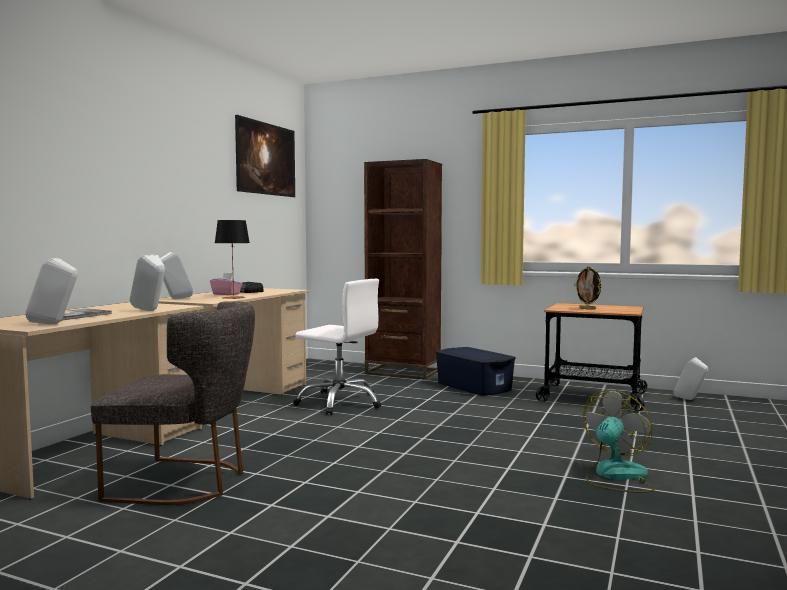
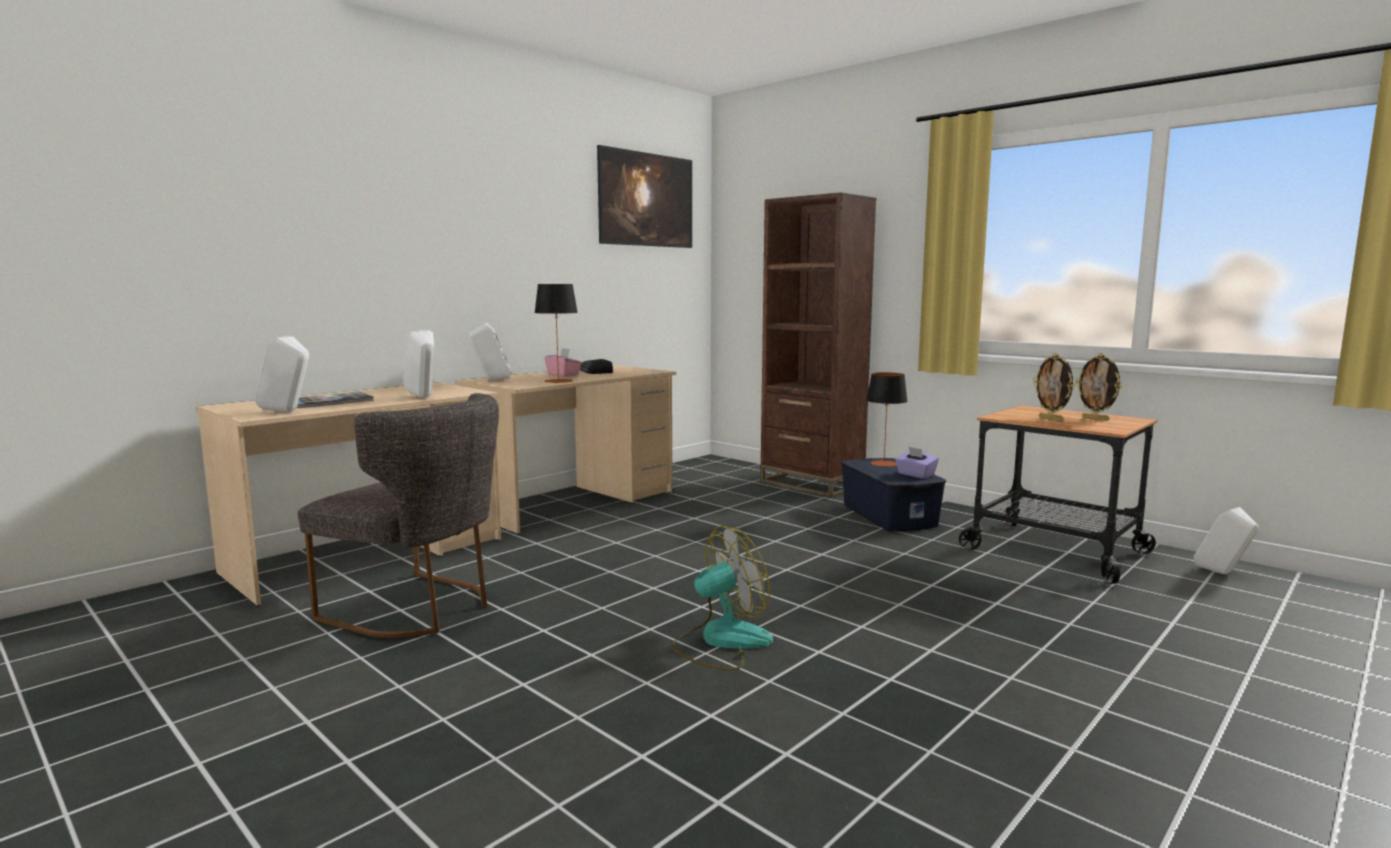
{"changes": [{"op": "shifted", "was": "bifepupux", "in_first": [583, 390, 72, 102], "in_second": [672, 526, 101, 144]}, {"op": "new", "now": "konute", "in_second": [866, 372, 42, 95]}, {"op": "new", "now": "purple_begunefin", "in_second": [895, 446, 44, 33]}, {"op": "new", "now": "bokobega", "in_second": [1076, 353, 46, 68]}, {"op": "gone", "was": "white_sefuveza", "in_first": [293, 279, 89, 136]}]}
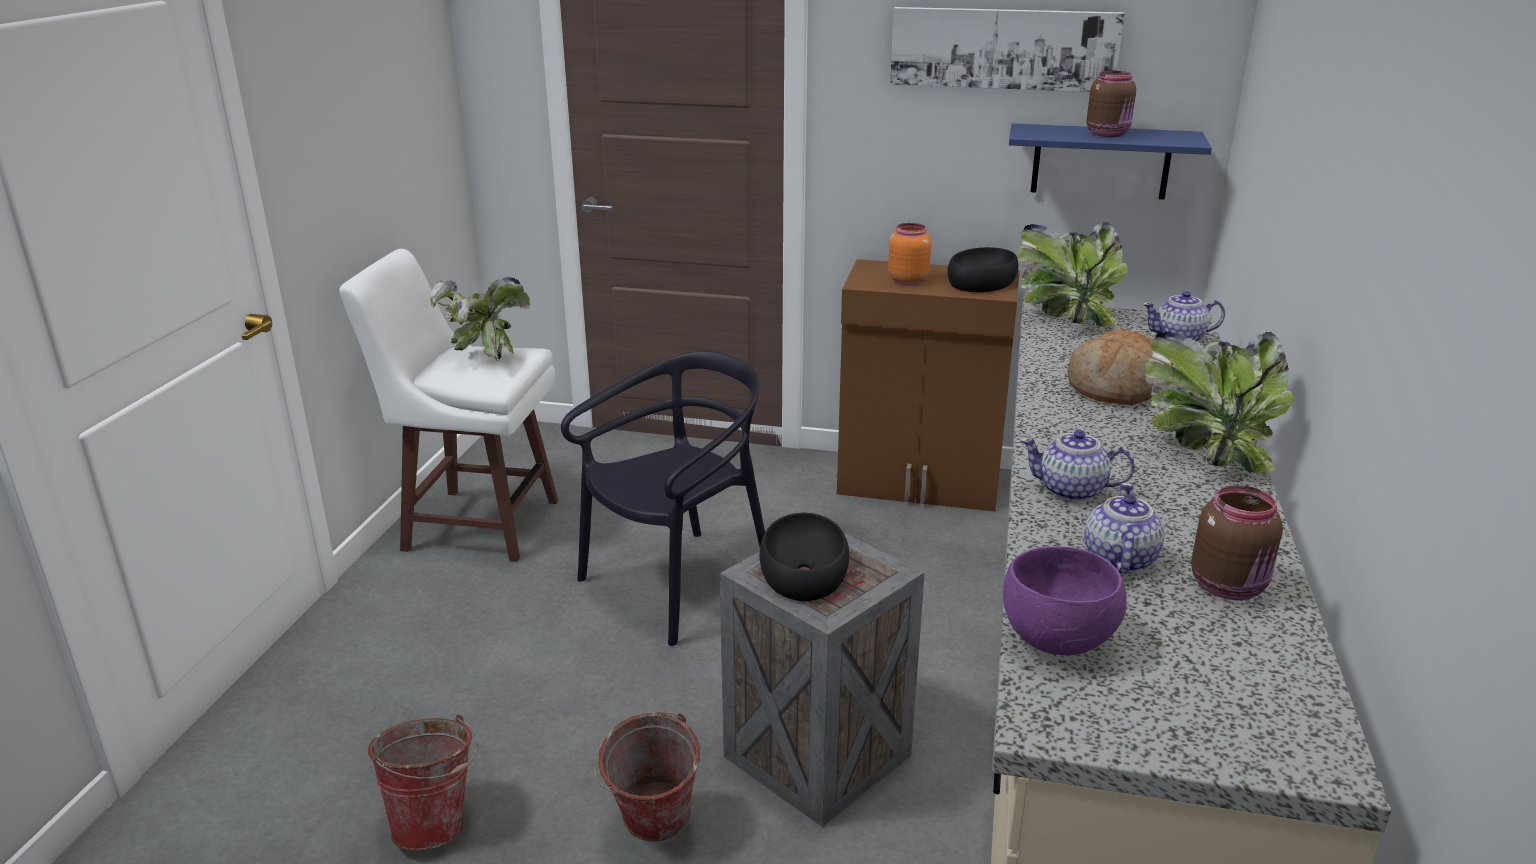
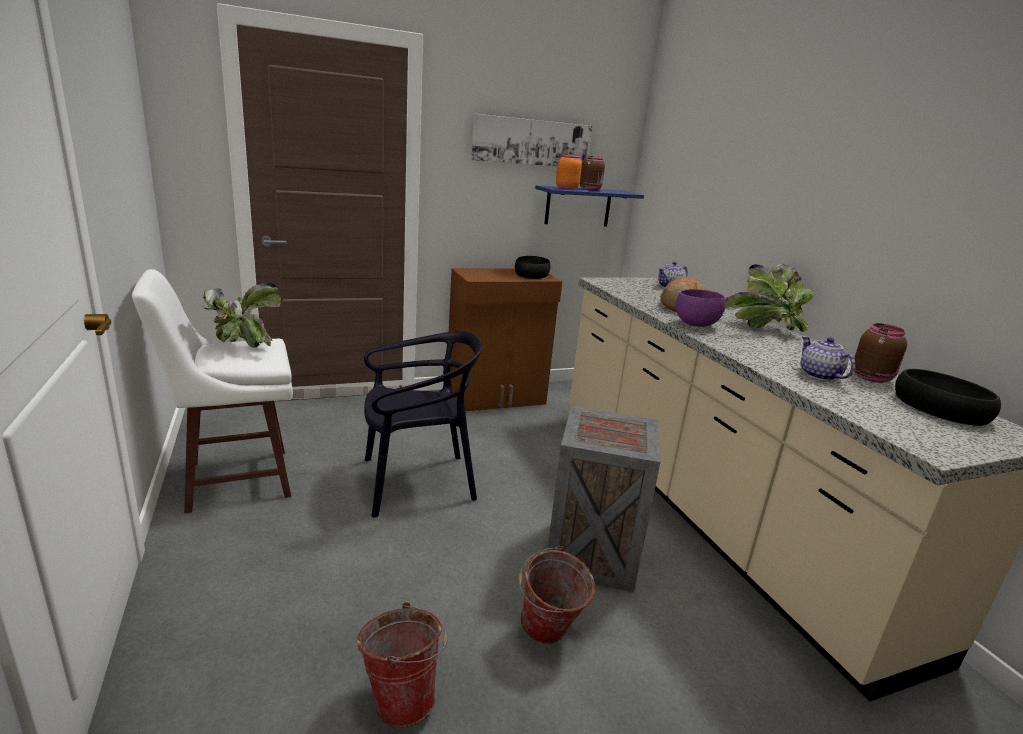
{"changes": [{"op": "rotated", "was": "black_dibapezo", "in_first": [561, 351, 204, 295], "in_second": [364, 331, 118, 186], "clockwise": 60}, {"op": "shifted", "was": "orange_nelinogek", "in_first": [888, 223, 43, 62], "in_second": [556, 154, 26, 36]}, {"op": "shifted", "was": "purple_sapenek", "in_first": [1003, 546, 124, 109], "in_second": [676, 289, 50, 38]}, {"op": "shifted", "was": "black_sapenek", "in_first": [760, 513, 89, 88], "in_second": [895, 369, 106, 57]}, {"op": "gone", "was": "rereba", "in_first": [1017, 222, 111, 105]}, {"op": "gone", "was": "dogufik", "in_first": [1020, 430, 115, 72]}]}
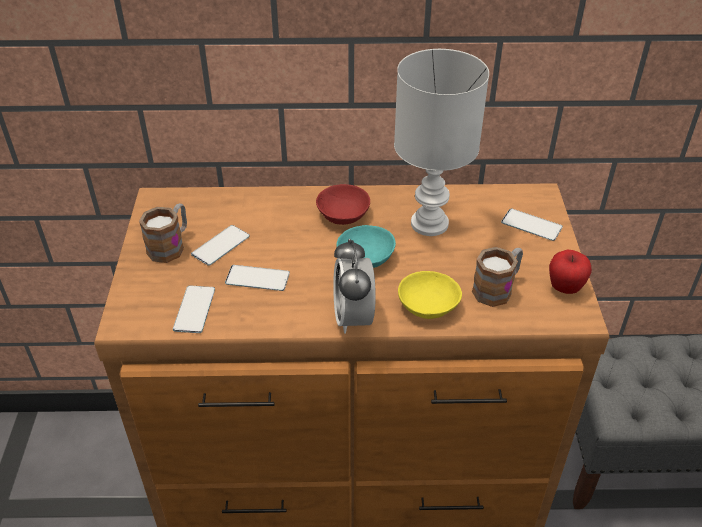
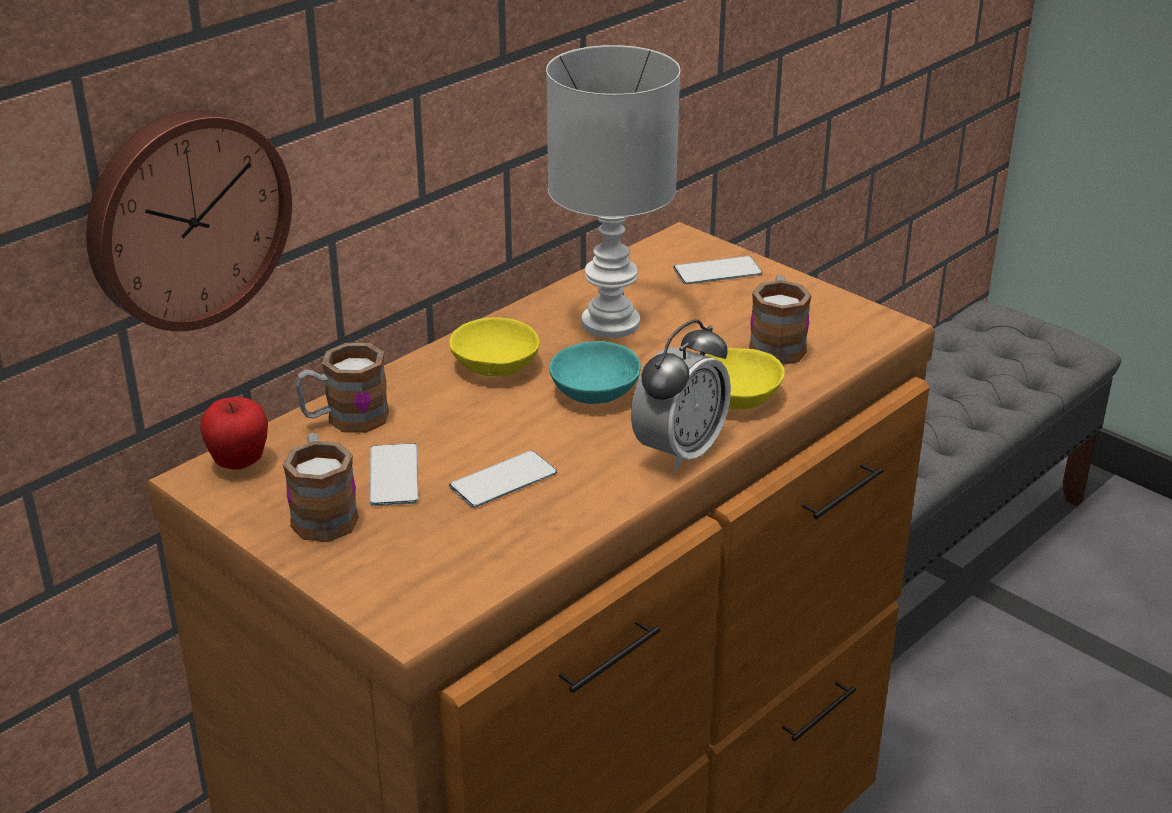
{"changes": [{"op": "new", "now": "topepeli", "in_second": [86, 110, 206, 221]}, {"op": "shifted", "was": "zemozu", "in_first": [549, 250, 43, 44], "in_second": [200, 397, 68, 73]}, {"op": "new", "now": "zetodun", "in_second": [296, 343, 93, 90]}, {"op": "repainted", "was": "red_sapenek", "now": "yellow_sapenek", "in_first": [316, 184, 54, 41], "in_second": [449, 317, 91, 59]}, {"op": "rotated", "was": "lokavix", "in_first": [333, 239, 43, 95], "in_second": [631, 319, 100, 153], "clockwise": -90}, {"op": "gone", "was": "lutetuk", "in_first": [173, 285, 42, 48]}]}
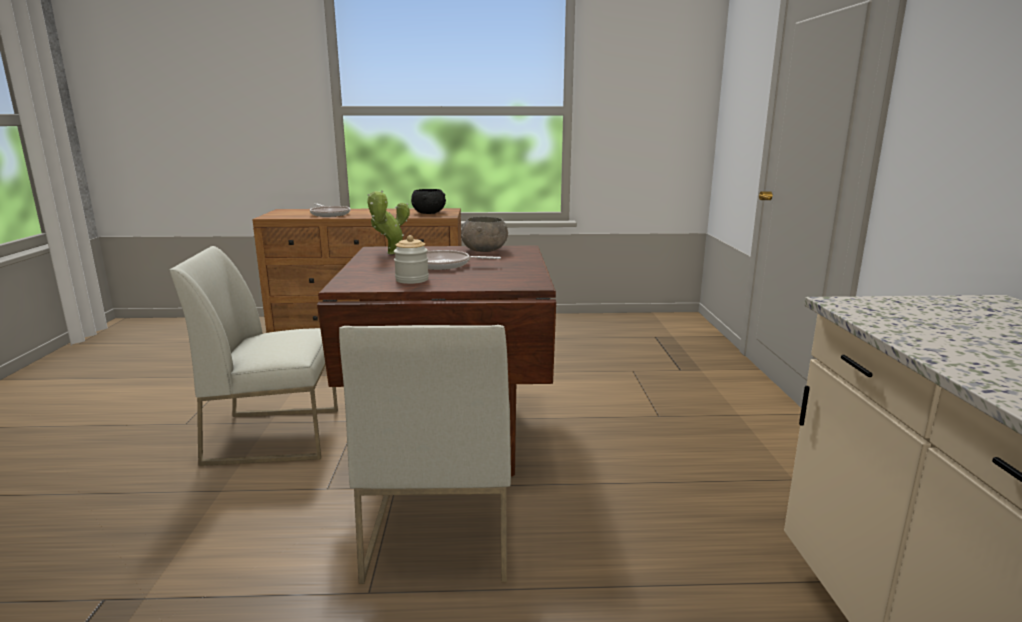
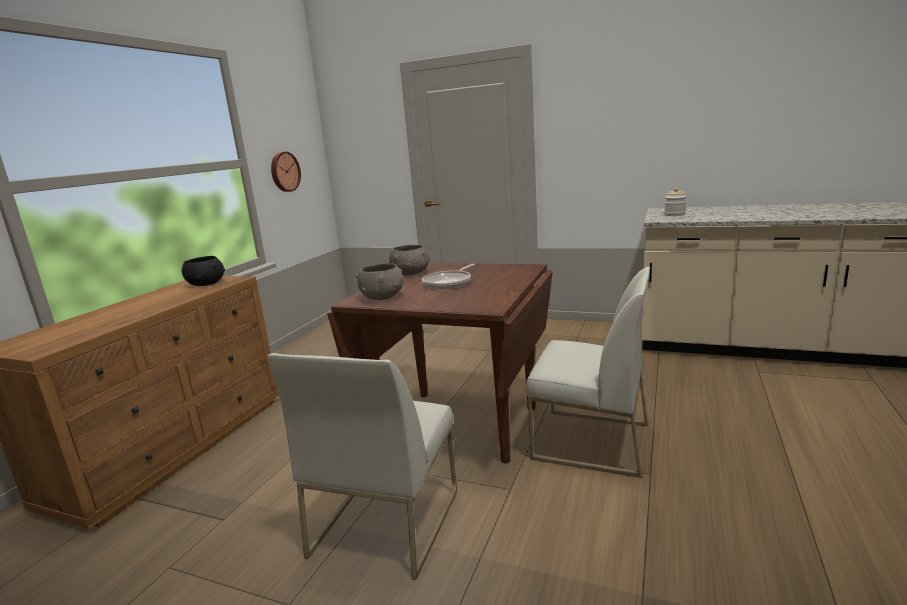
{"changes": [{"op": "new", "now": "topepeli", "in_second": [271, 152, 30, 40]}, {"op": "swapped", "was": "rereba", "now": "grey_sapenek", "in_first": [367, 190, 43, 64], "in_second": [356, 263, 48, 37]}, {"op": "shifted", "was": "nelinogek", "in_first": [394, 235, 35, 49], "in_second": [664, 188, 23, 28]}, {"op": "gone", "was": "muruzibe", "in_first": [310, 204, 40, 13]}]}
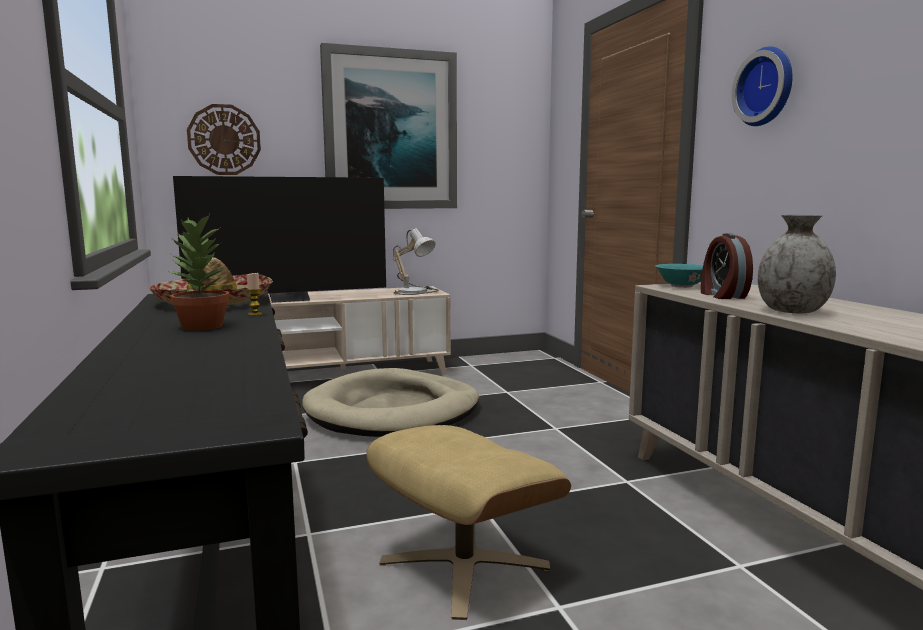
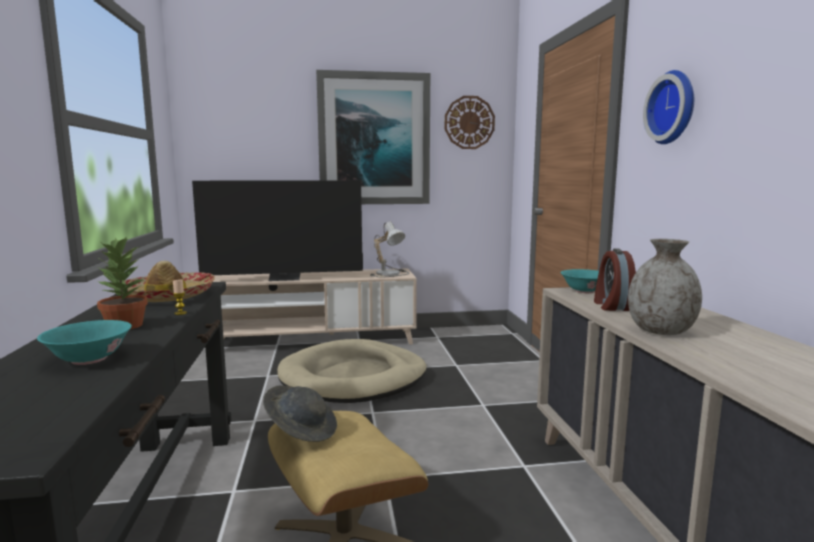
{"changes": [{"op": "new", "now": "turquoise_sapenek", "in_second": [37, 320, 95, 45]}, {"op": "new", "now": "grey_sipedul", "in_second": [263, 385, 74, 57]}, {"op": "shifted", "was": "topepeli", "in_first": [187, 104, 74, 71], "in_second": [445, 96, 50, 53]}]}
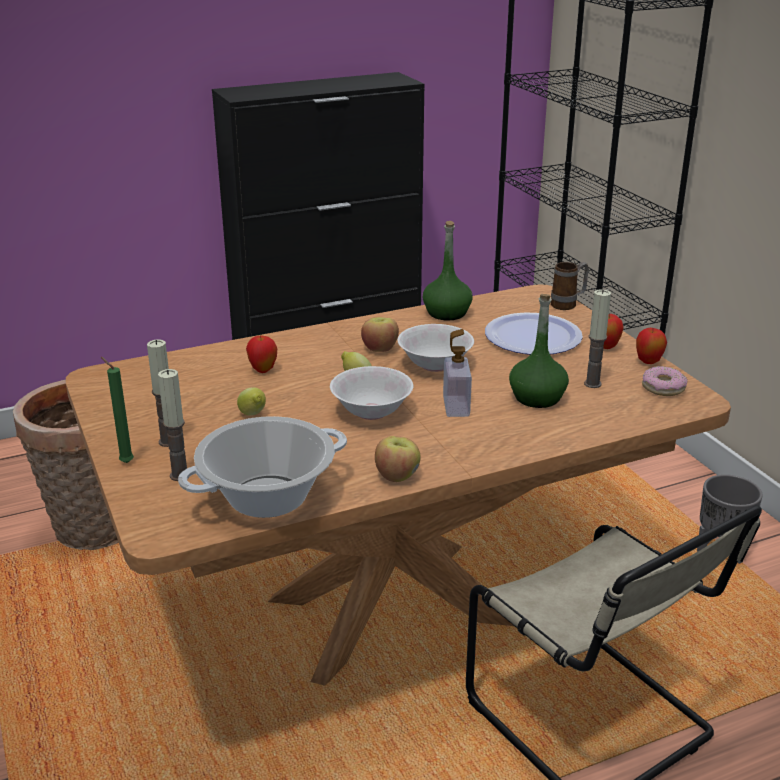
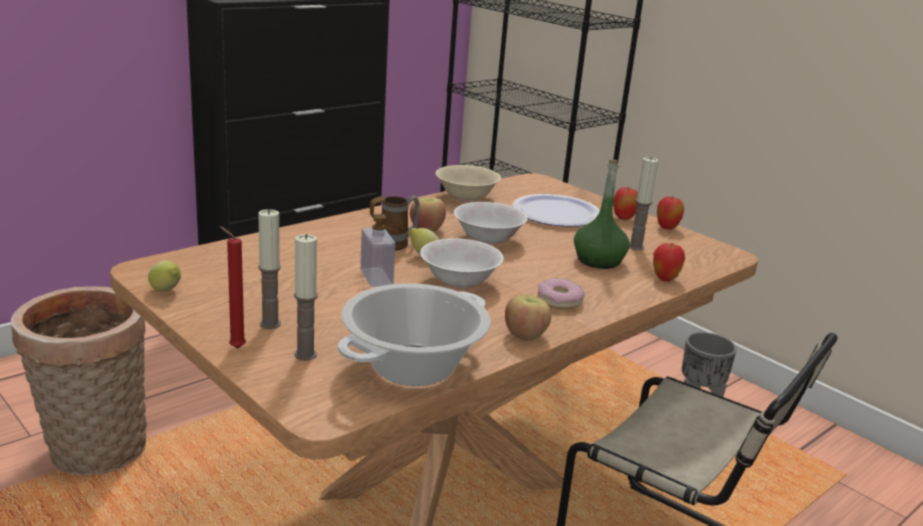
{"changes": [{"op": "shifted", "was": "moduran", "in_first": [237, 387, 29, 29], "in_second": [148, 260, 33, 32]}, {"op": "repainted", "was": "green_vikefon", "now": "red_vikefon", "in_first": [101, 357, 33, 106], "in_second": [219, 226, 27, 122]}, {"op": "shifted", "was": "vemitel", "in_first": [443, 329, 29, 88], "in_second": [360, 196, 35, 91]}, {"op": "shifted", "was": "zetodun", "in_first": [551, 262, 38, 48], "in_second": [382, 195, 38, 55]}, {"op": "swapped", "was": "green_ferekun", "now": "beige_sapenek", "in_first": [423, 221, 50, 99], "in_second": [436, 165, 65, 37]}, {"op": "shifted", "was": "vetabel", "in_first": [642, 366, 45, 30], "in_second": [537, 278, 48, 31]}, {"op": "shifted", "was": "zemozu", "in_first": [246, 336, 31, 37], "in_second": [653, 243, 32, 39]}]}
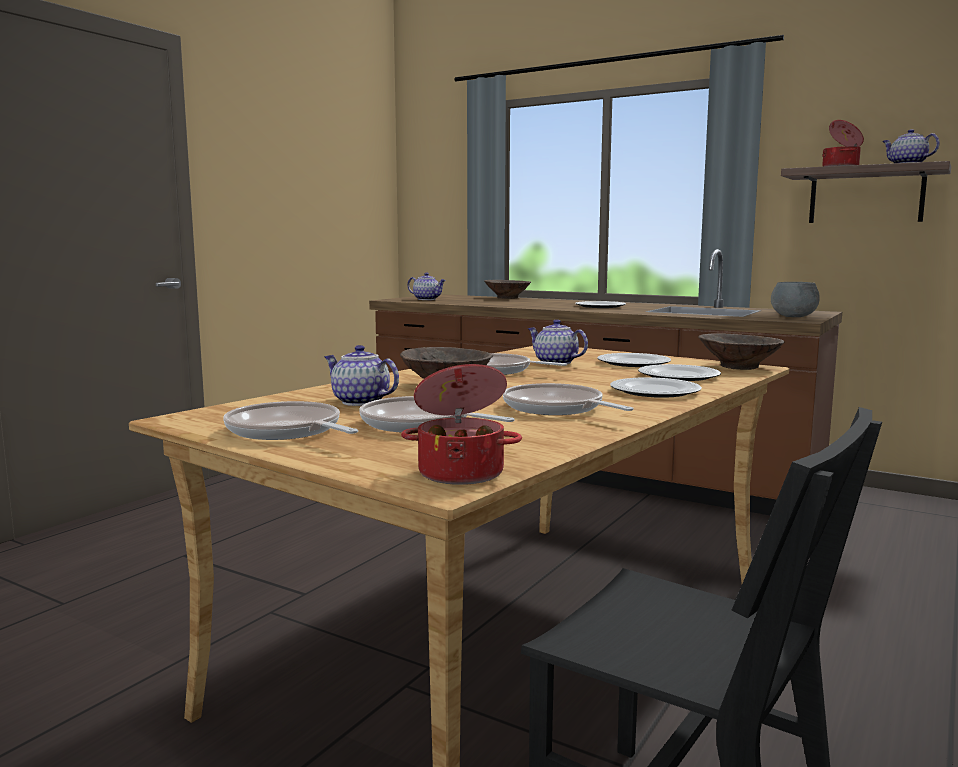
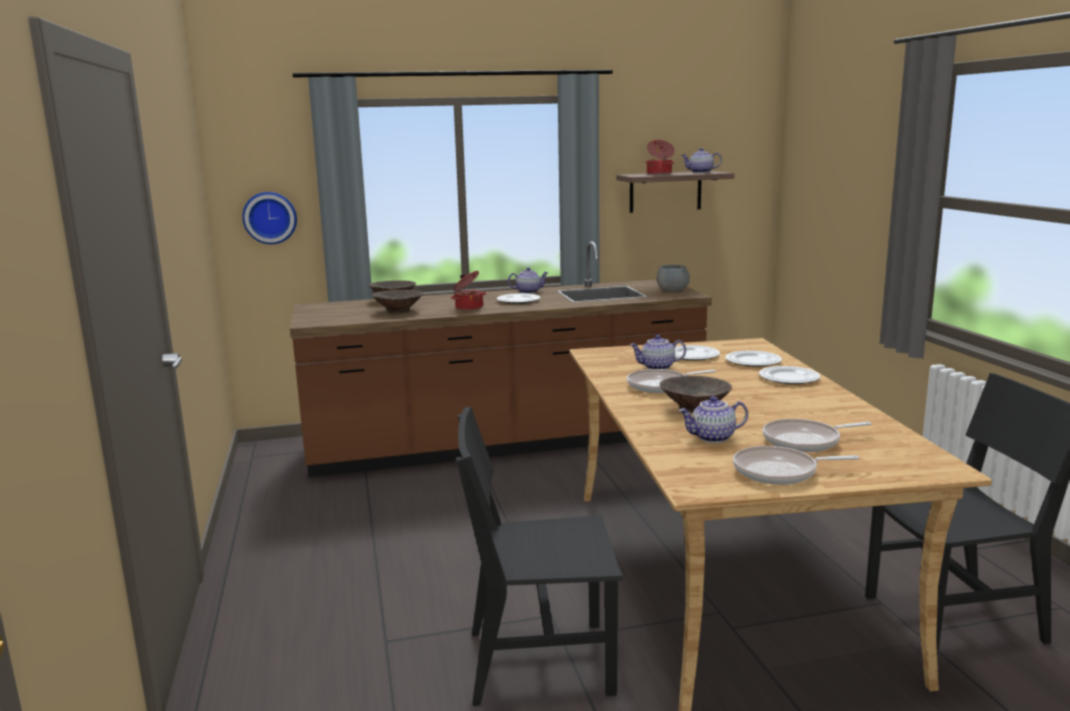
{"changes": [{"op": "new", "now": "topepeli", "in_second": [242, 192, 55, 52]}, {"op": "shifted", "was": "brown_sapenek", "in_first": [698, 334, 86, 36], "in_second": [372, 290, 51, 23]}, {"op": "shifted", "was": "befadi", "in_first": [401, 364, 121, 121], "in_second": [450, 271, 37, 39]}, {"op": "new", "now": "black_dibapezo", "in_second": [456, 407, 167, 299]}, {"op": "shifted", "was": "dogufik", "in_first": [407, 272, 39, 28], "in_second": [508, 267, 40, 27]}, {"op": "gone", "was": "muruzibe", "in_first": [503, 383, 131, 32]}]}
